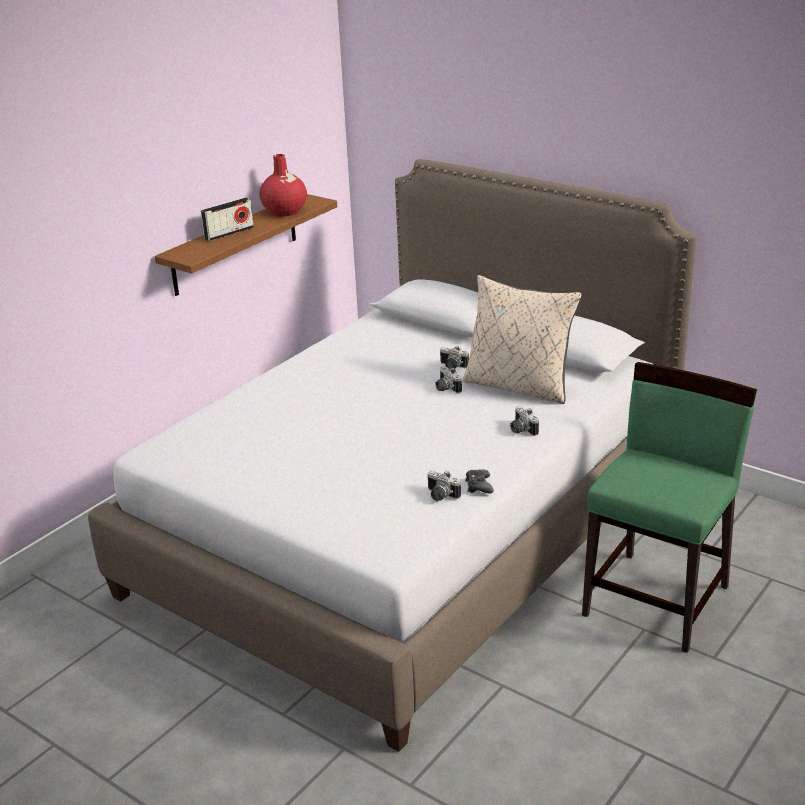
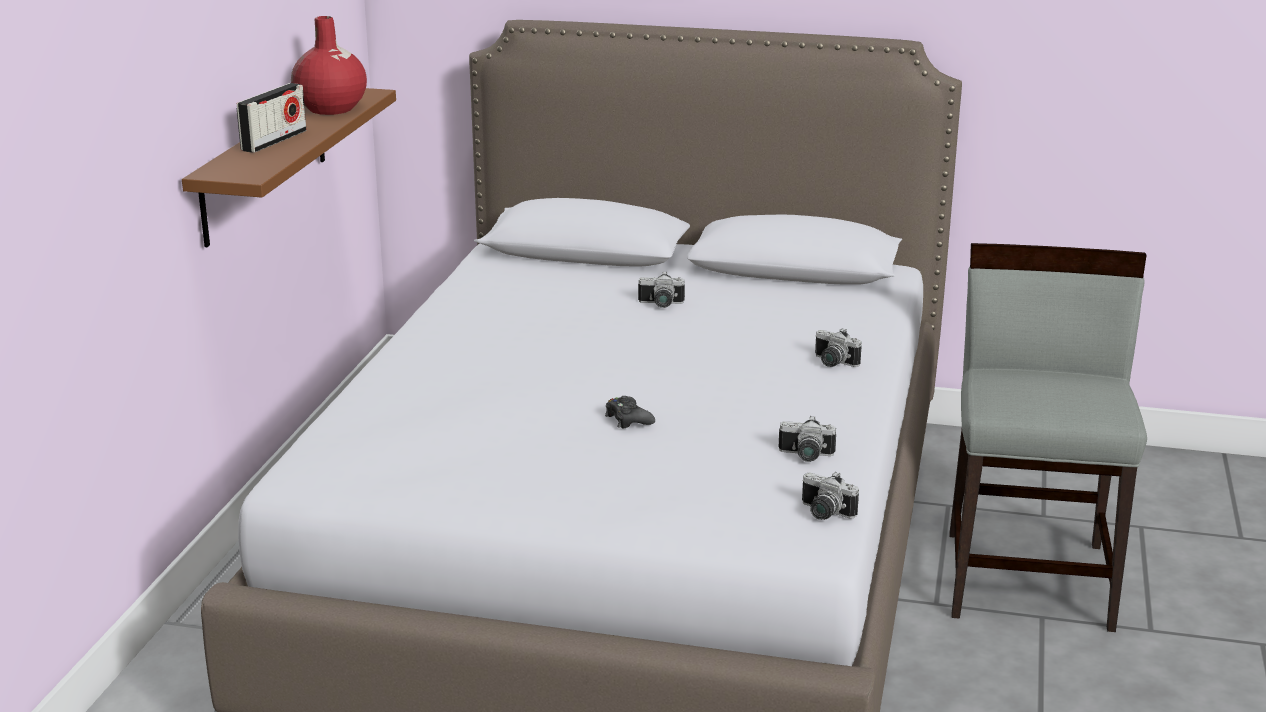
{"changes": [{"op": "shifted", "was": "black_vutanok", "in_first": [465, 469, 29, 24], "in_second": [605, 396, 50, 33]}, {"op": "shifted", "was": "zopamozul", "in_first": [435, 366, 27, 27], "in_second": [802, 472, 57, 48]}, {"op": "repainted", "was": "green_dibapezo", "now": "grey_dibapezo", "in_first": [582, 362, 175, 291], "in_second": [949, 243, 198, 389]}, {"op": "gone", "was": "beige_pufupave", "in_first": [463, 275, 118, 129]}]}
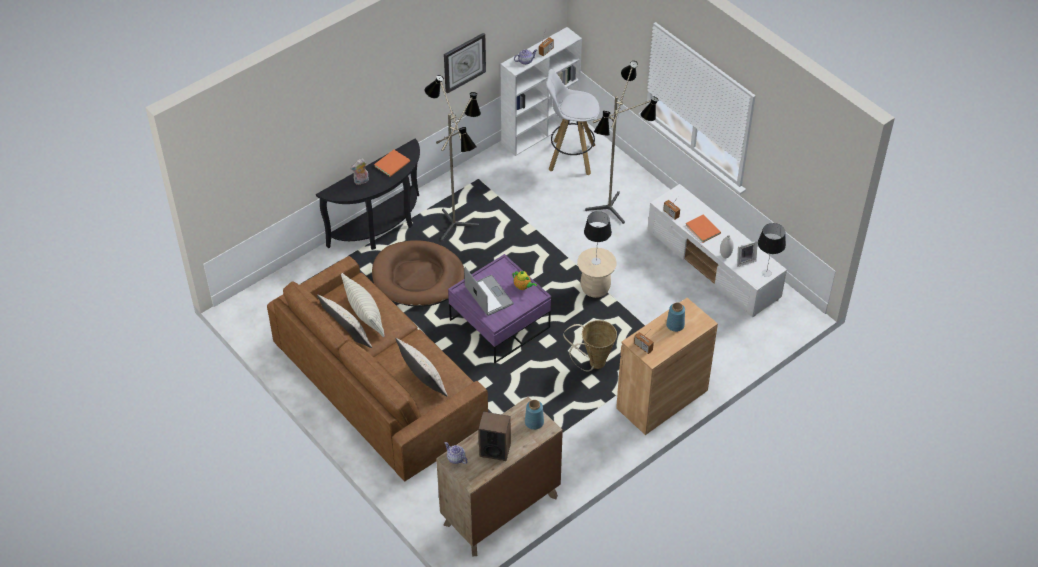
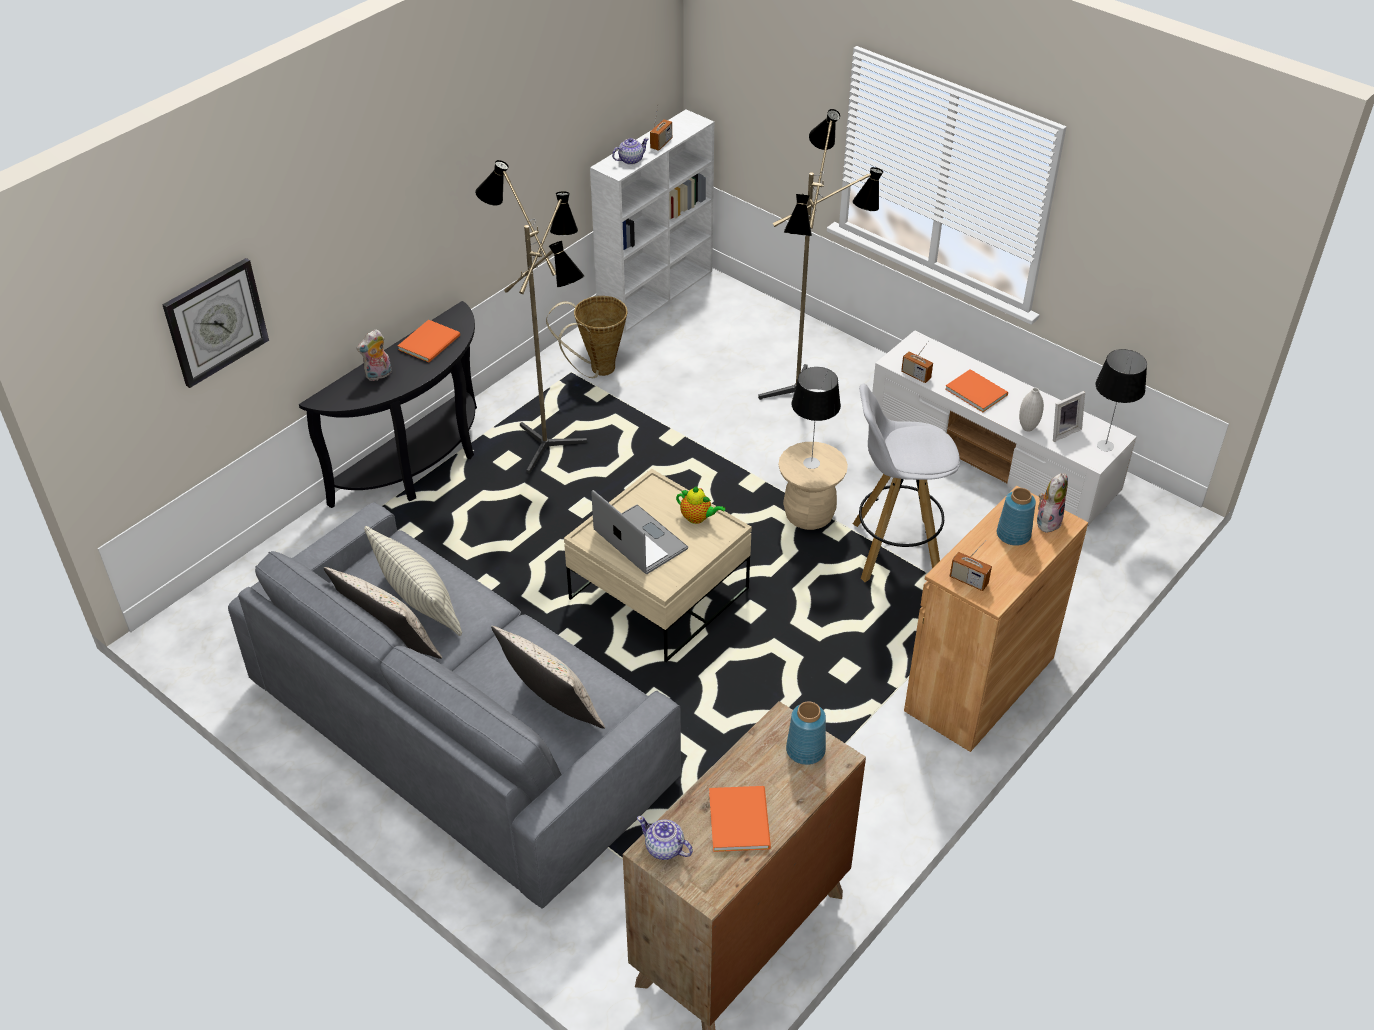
{"changes": [{"op": "shifted", "was": "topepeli", "in_first": [444, 33, 42, 61], "in_second": [162, 258, 107, 130]}, {"op": "repainted", "was": "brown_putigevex", "now": "grey_putigevex", "in_first": [267, 256, 221, 226], "in_second": [228, 502, 453, 407]}, {"op": "shifted", "was": "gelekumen", "in_first": [563, 320, 54, 52], "in_second": [546, 296, 81, 82]}, {"op": "repainted", "was": "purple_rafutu", "now": "beige_rafutu", "in_first": [448, 254, 103, 109], "in_second": [564, 469, 188, 193]}, {"op": "swapped", "was": "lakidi", "now": "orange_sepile", "in_first": [479, 411, 32, 50], "in_second": [709, 786, 62, 66]}, {"op": "shifted", "was": "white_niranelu", "in_first": [546, 69, 54, 106], "in_second": [853, 383, 107, 199]}, {"op": "new", "now": "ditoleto", "in_second": [1037, 473, 31, 60]}, {"op": "gone", "was": "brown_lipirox", "in_first": [372, 240, 93, 67]}]}
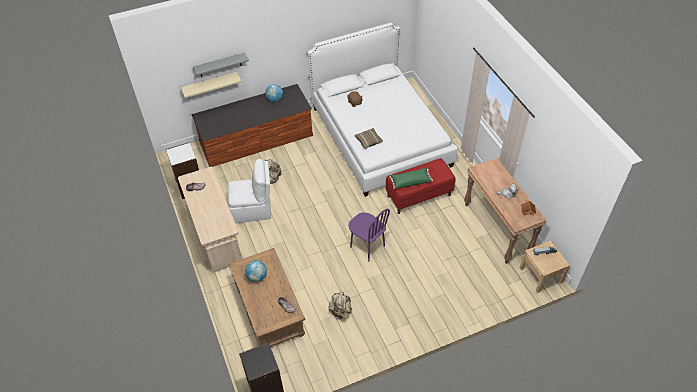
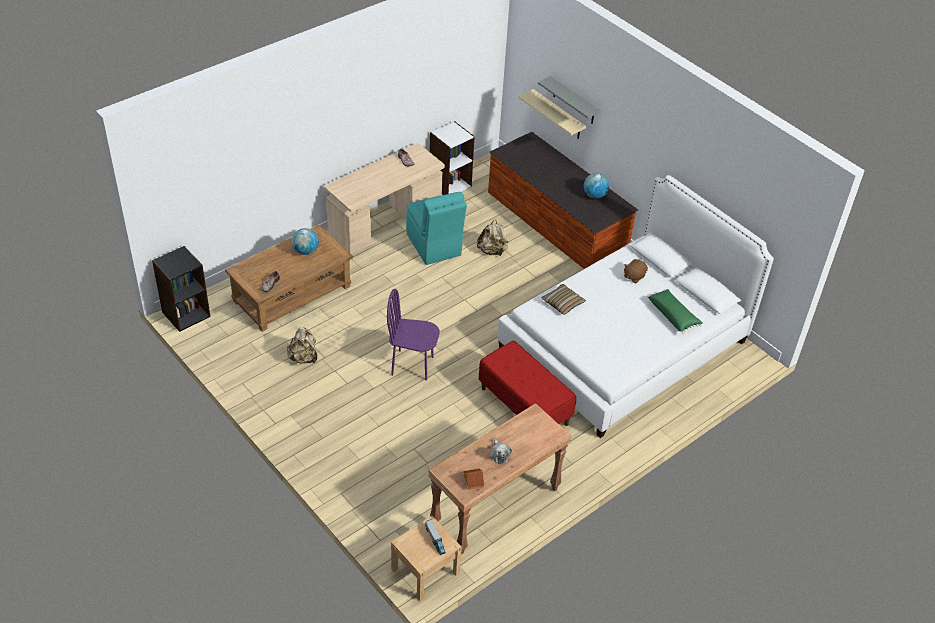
{"changes": [{"op": "rotated", "was": "purple_dibapezo", "in_first": [348, 209, 42, 52], "in_second": [387, 289, 53, 92], "clockwise": 75}, {"op": "repainted", "was": "white_dibapezo", "now": "turquoise_dibapezo", "in_first": [228, 159, 43, 64], "in_second": [406, 192, 61, 73]}, {"op": "shifted", "was": "green_pufupave", "in_first": [389, 167, 44, 22], "in_second": [647, 289, 56, 45]}]}
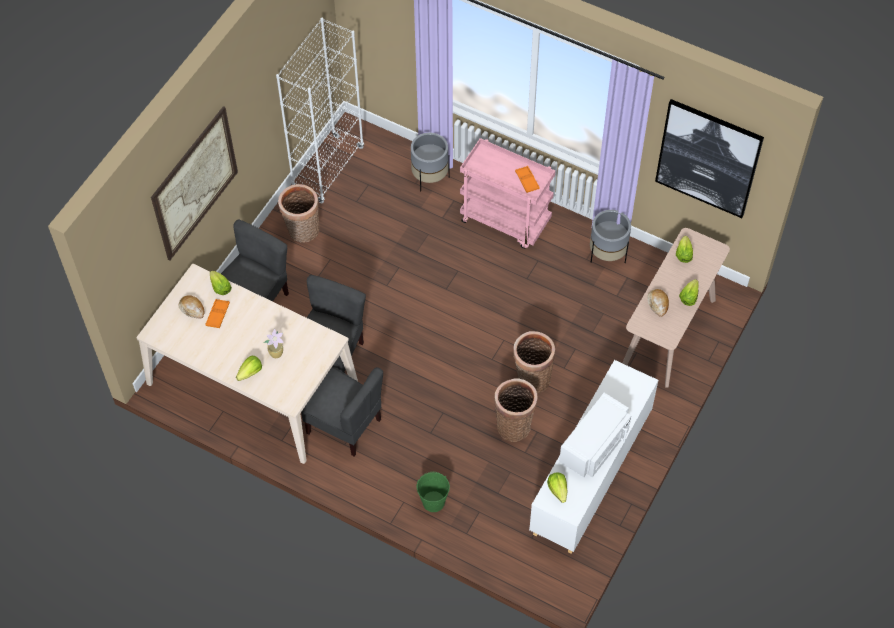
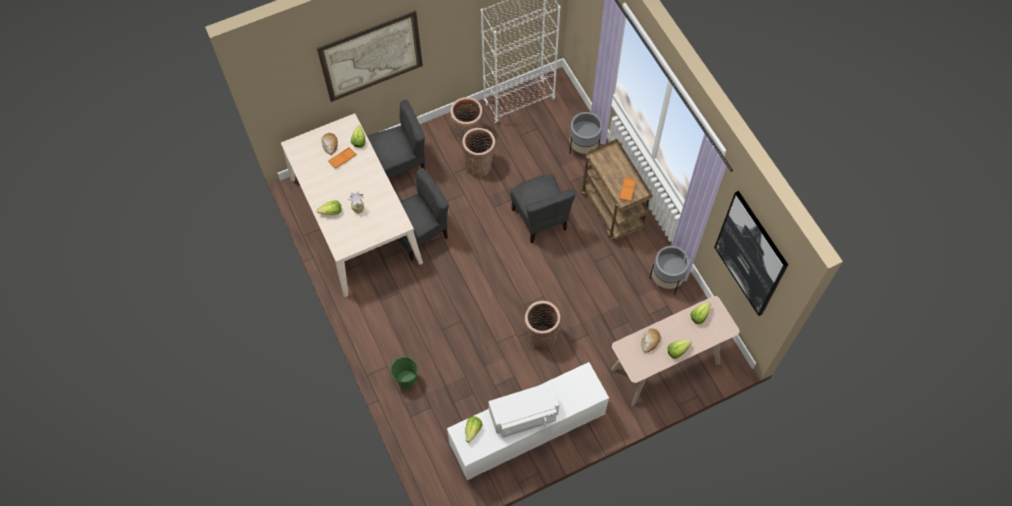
{"changes": [{"op": "shifted", "was": "gelekumen", "in_first": [494, 378, 44, 64], "in_second": [462, 128, 33, 49]}, {"op": "shifted", "was": "grey_dibapezo", "in_first": [301, 367, 82, 89], "in_second": [511, 174, 65, 69]}, {"op": "repainted", "was": "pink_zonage", "now": "brown_zonage", "in_first": [460, 138, 95, 111], "in_second": [581, 139, 71, 102]}]}
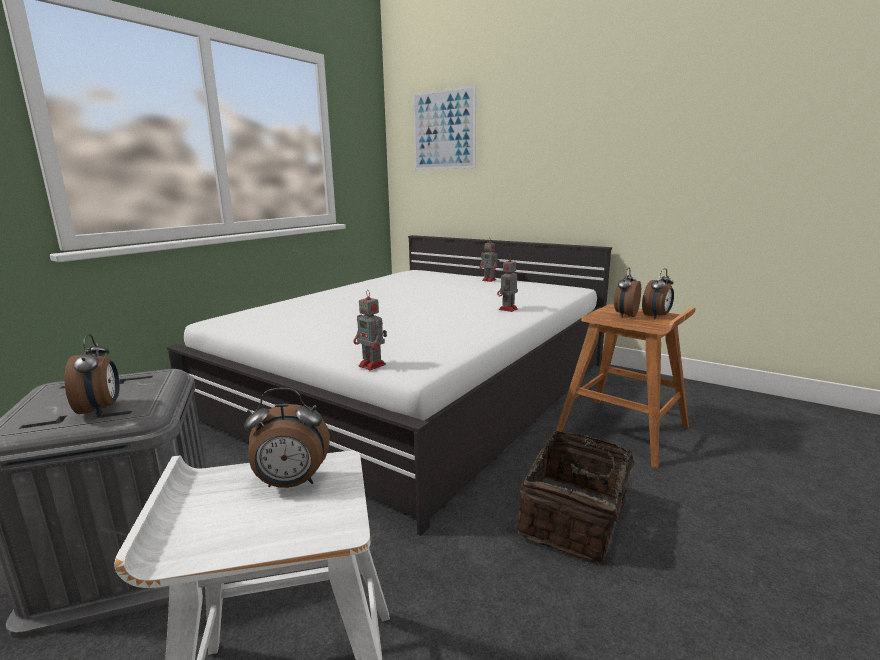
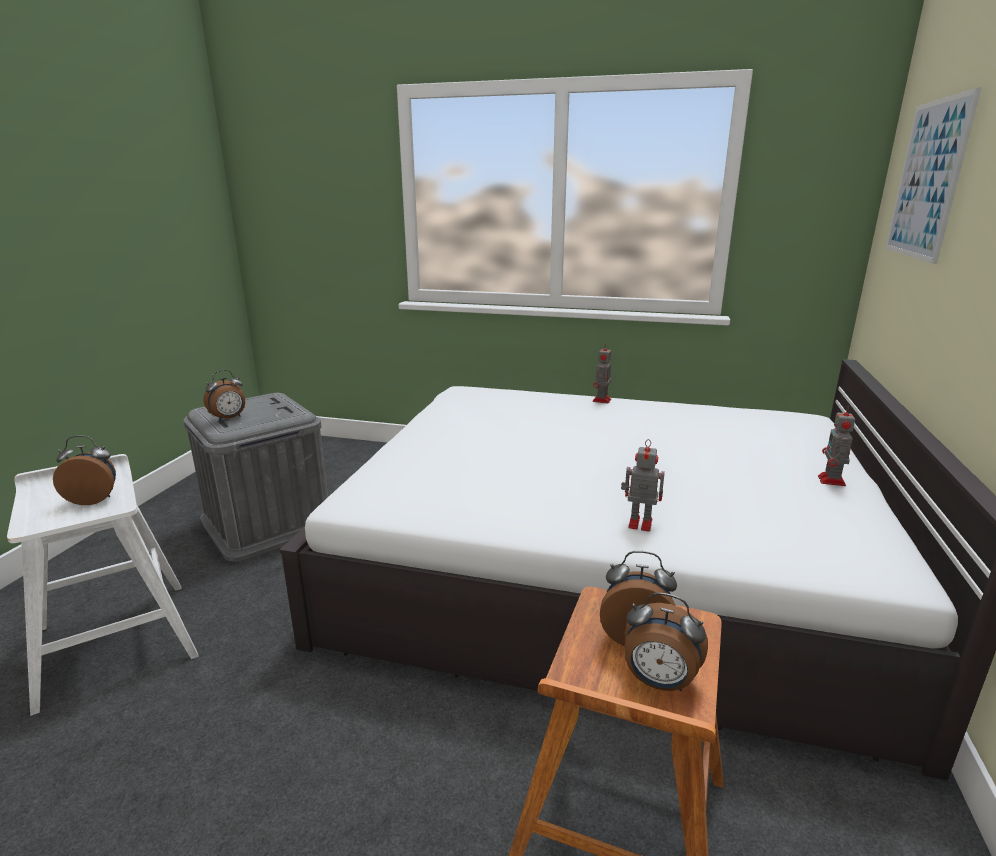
{"changes": [{"op": "rotated", "was": "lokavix", "in_first": [244, 388, 86, 100], "in_second": [53, 435, 63, 70], "clockwise": 105}, {"op": "shifted", "was": "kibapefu", "in_first": [354, 290, 33, 80], "in_second": [593, 343, 18, 61]}, {"op": "gone", "was": "gelekumen", "in_first": [517, 431, 139, 134]}]}
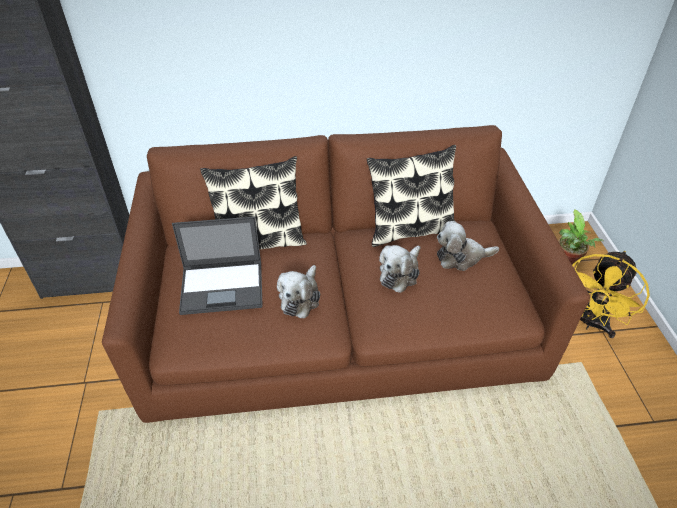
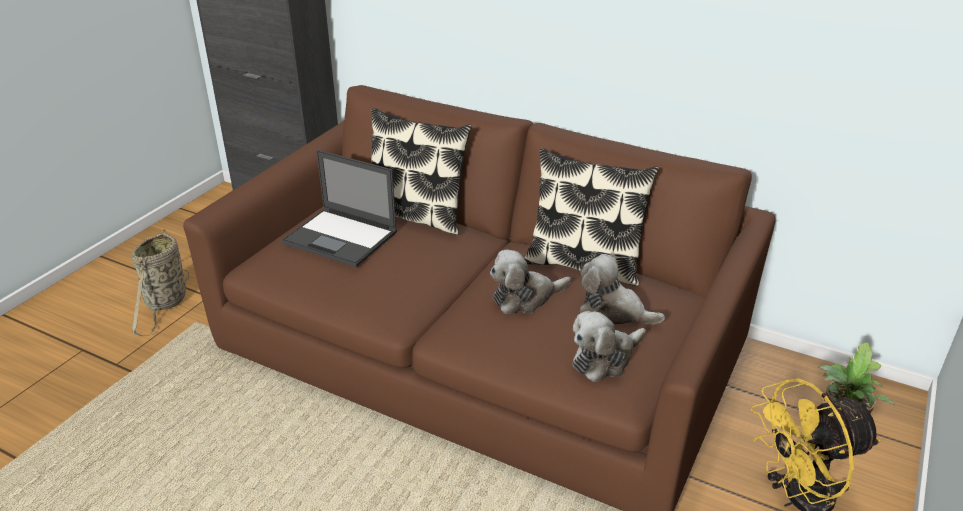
{"changes": [{"op": "new", "now": "gelekumen", "in_second": [132, 229, 58, 107]}, {"op": "shifted", "was": "ditoleto", "in_first": [277, 265, 43, 54], "in_second": [572, 311, 74, 71]}]}
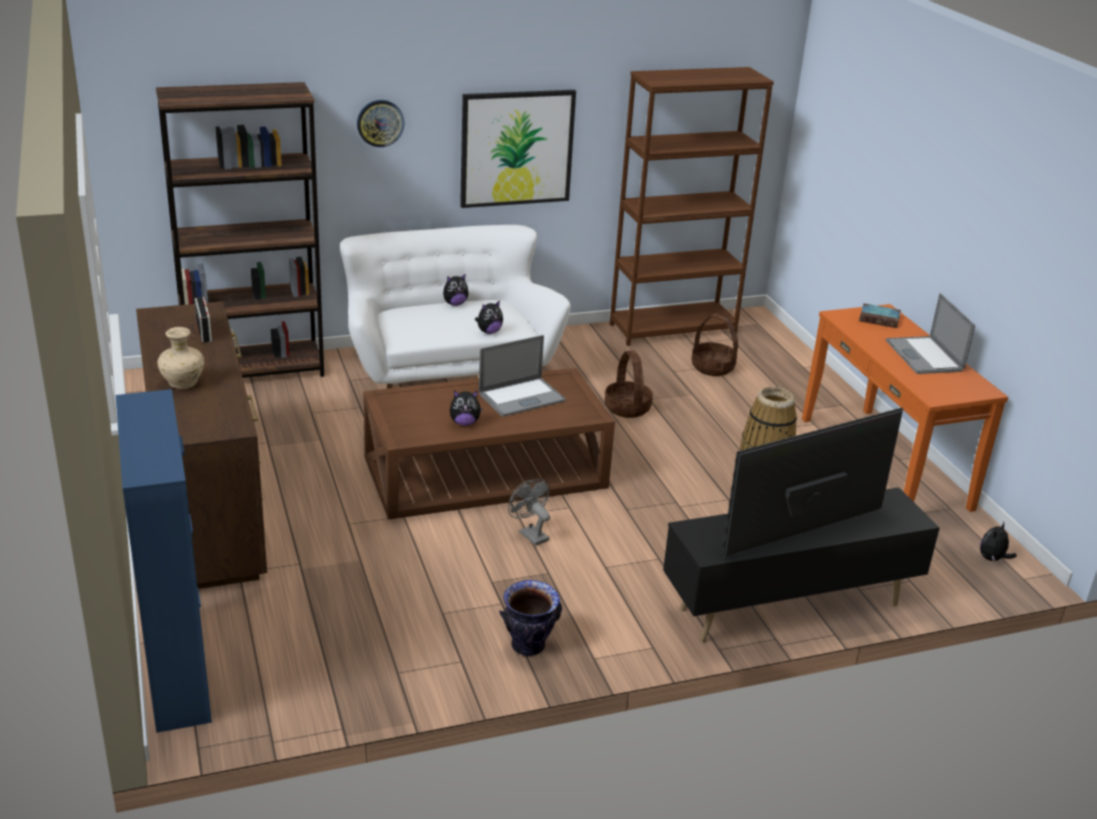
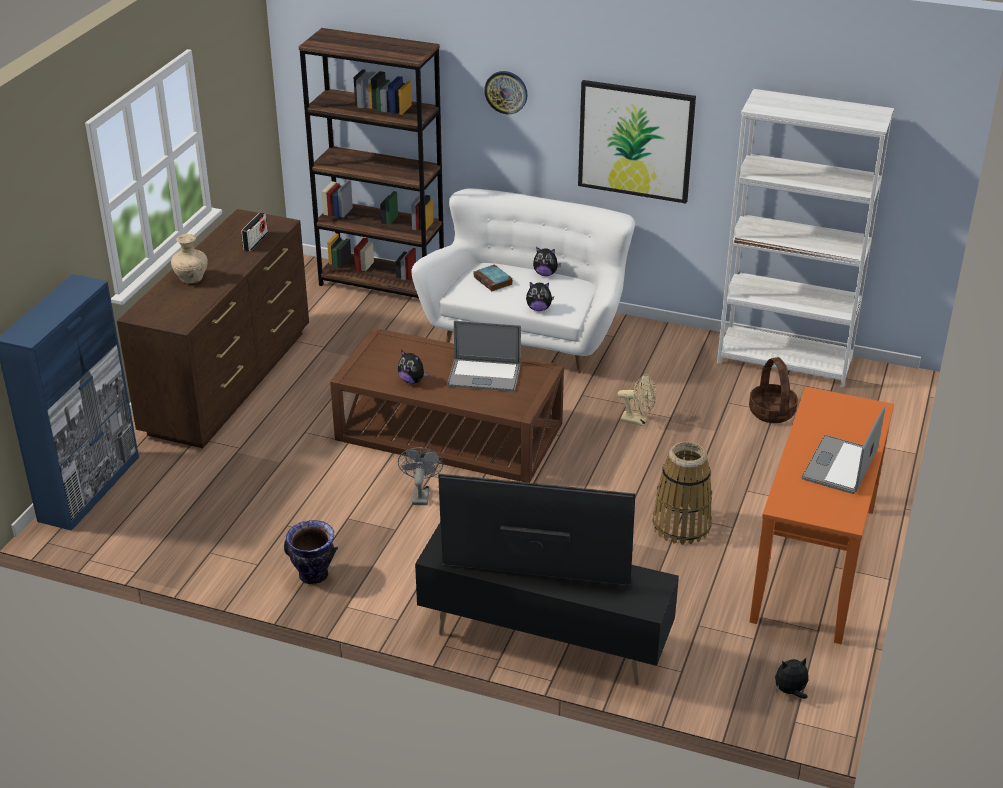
{"changes": [{"op": "shifted", "was": "sepile", "in_first": [859, 303, 42, 25], "in_second": [473, 264, 40, 27]}, {"op": "swapped", "was": "gelekumen", "now": "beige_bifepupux", "in_first": [605, 351, 48, 67], "in_second": [618, 374, 38, 52]}, {"op": "repainted", "was": "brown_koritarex", "now": "white_koritarex", "in_first": [610, 67, 164, 279], "in_second": [717, 89, 177, 299]}]}
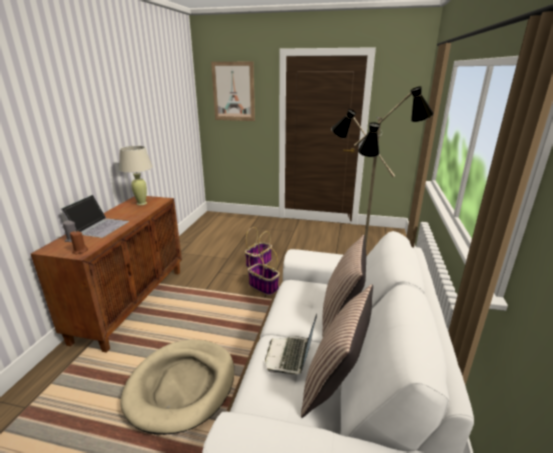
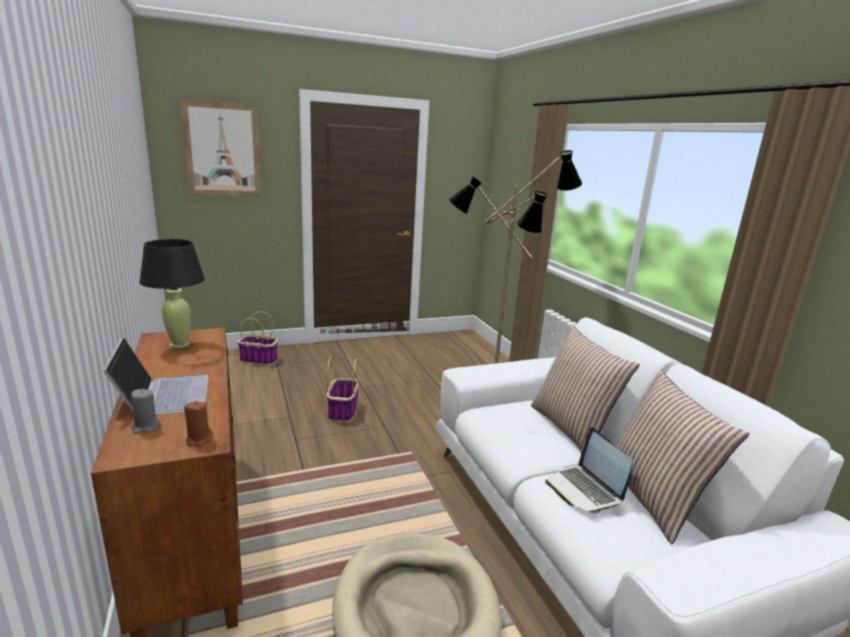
{"changes": [{"op": "repainted", "was": "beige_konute", "now": "black_konute", "in_first": [119, 146, 34, 59], "in_second": [139, 239, 66, 109]}, {"op": "shifted", "was": "gelekumen", "in_first": [248, 246, 32, 50], "in_second": [238, 311, 40, 54]}]}
